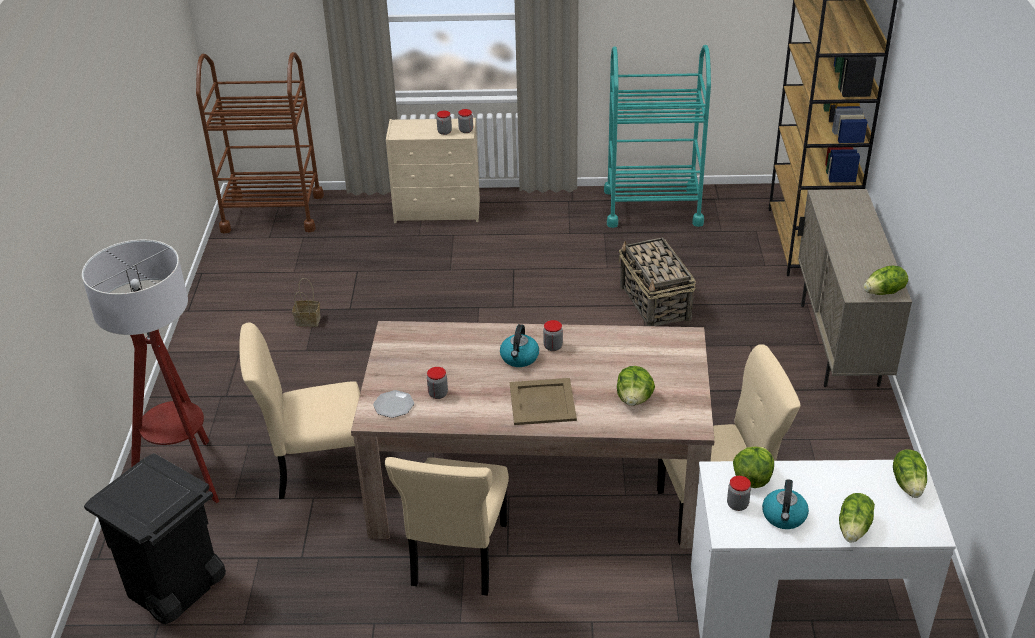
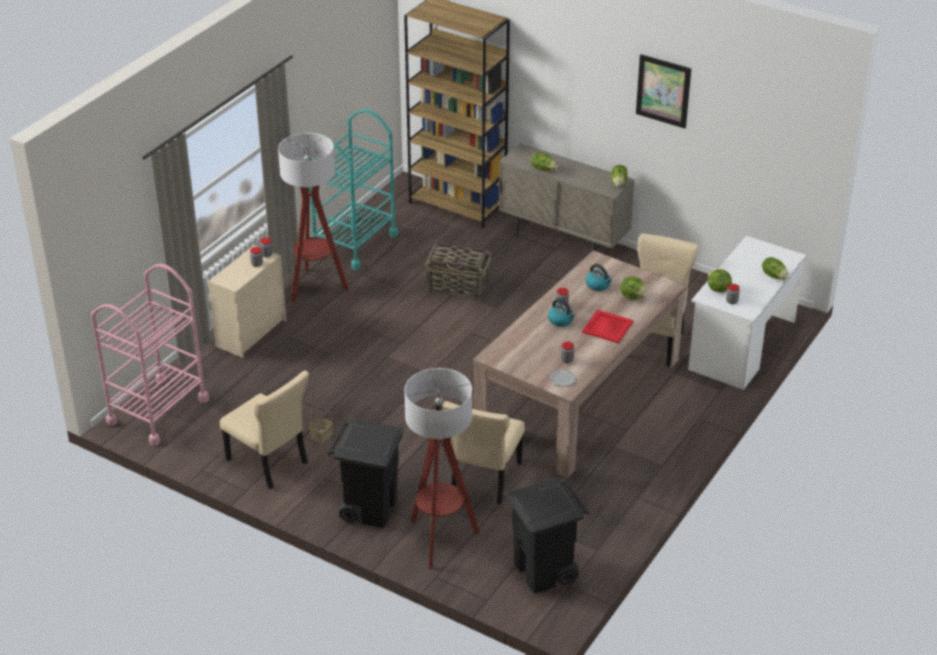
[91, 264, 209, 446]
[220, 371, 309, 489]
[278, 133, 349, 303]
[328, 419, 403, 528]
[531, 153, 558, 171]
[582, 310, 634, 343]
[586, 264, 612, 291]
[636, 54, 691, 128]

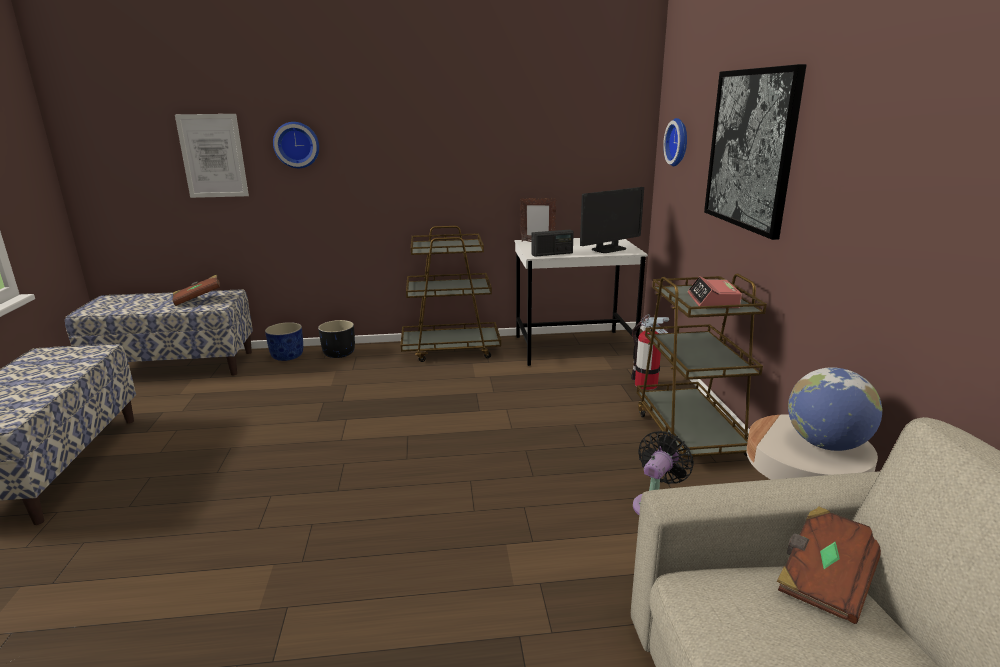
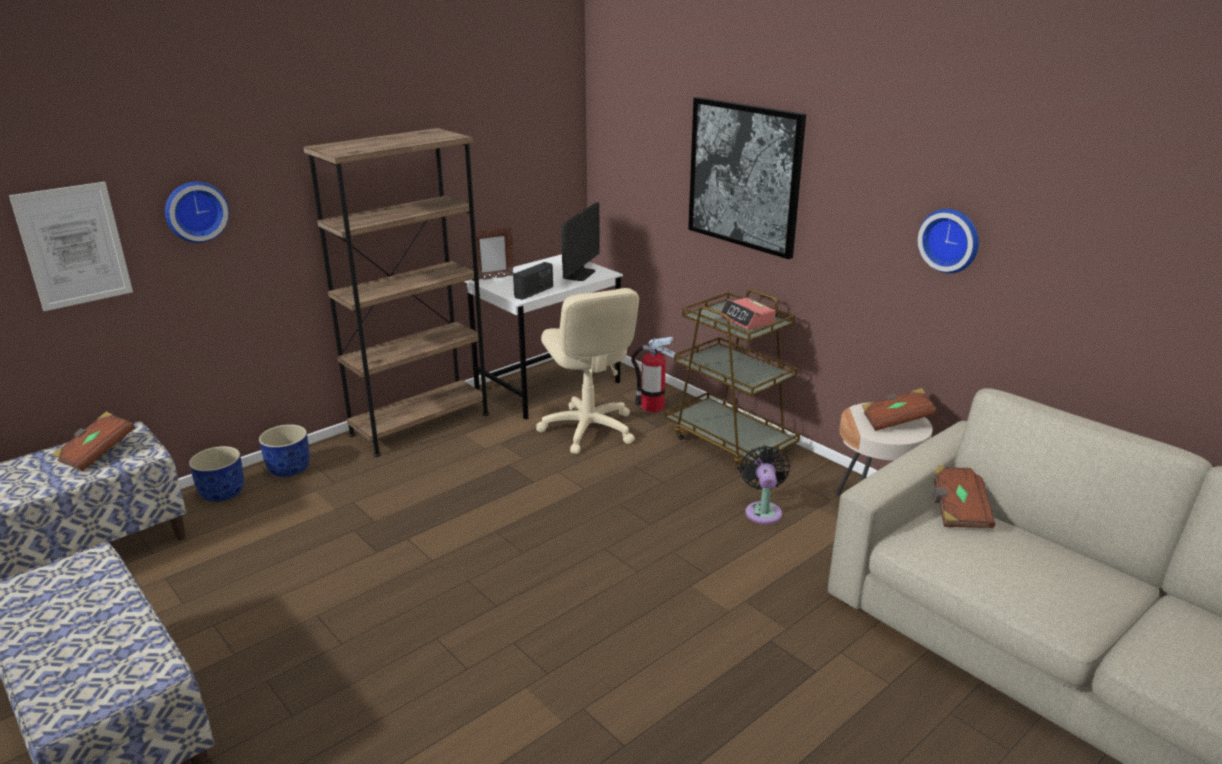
[259, 424, 310, 477]
[303, 128, 489, 457]
[536, 288, 639, 454]
[862, 388, 937, 431]
[918, 209, 979, 273]

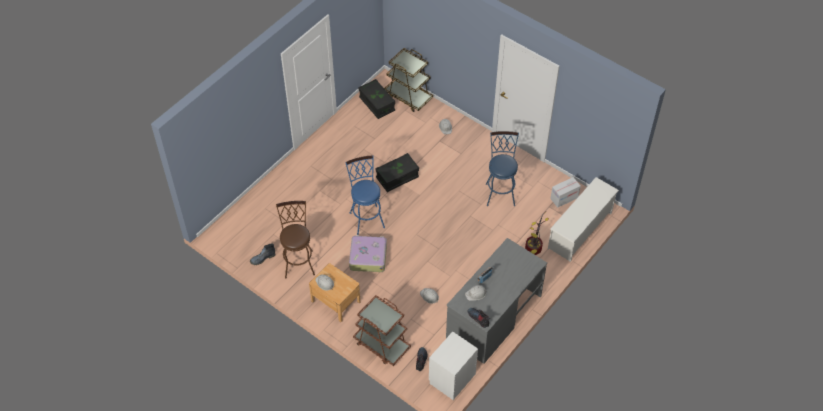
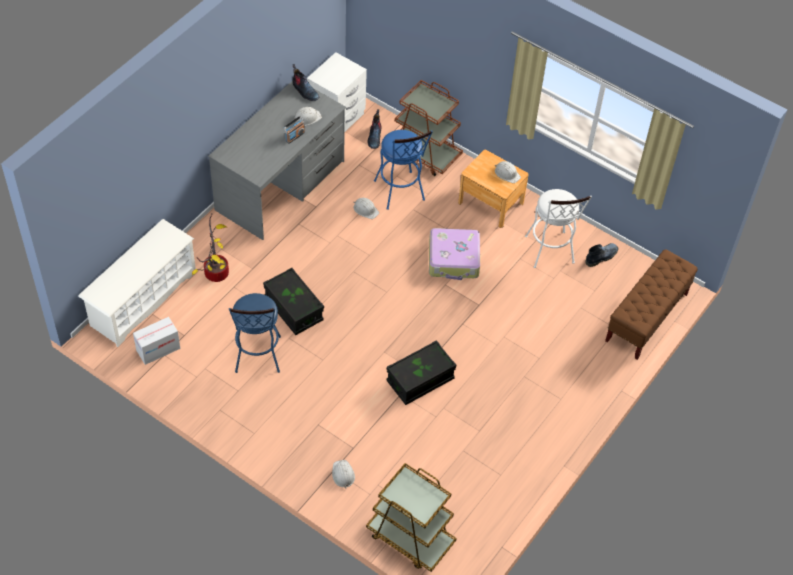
[263, 268, 324, 335]
[374, 130, 433, 210]
[525, 189, 592, 268]
[605, 249, 698, 360]

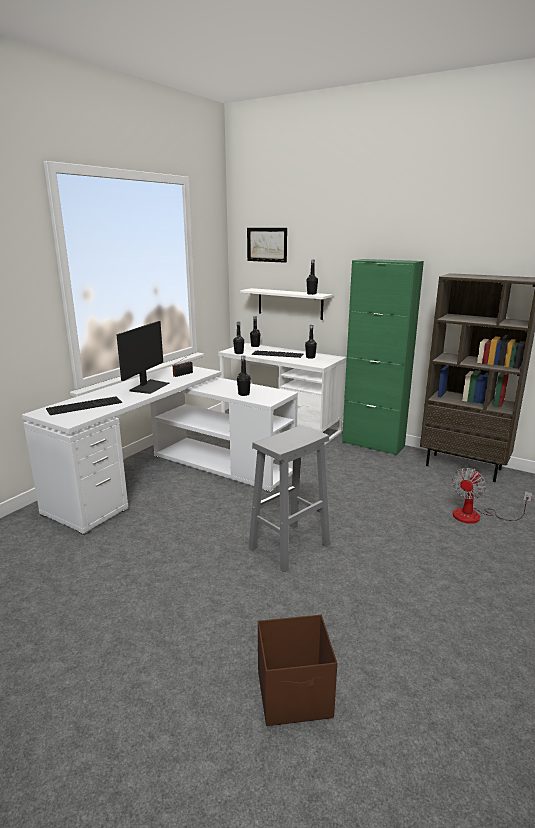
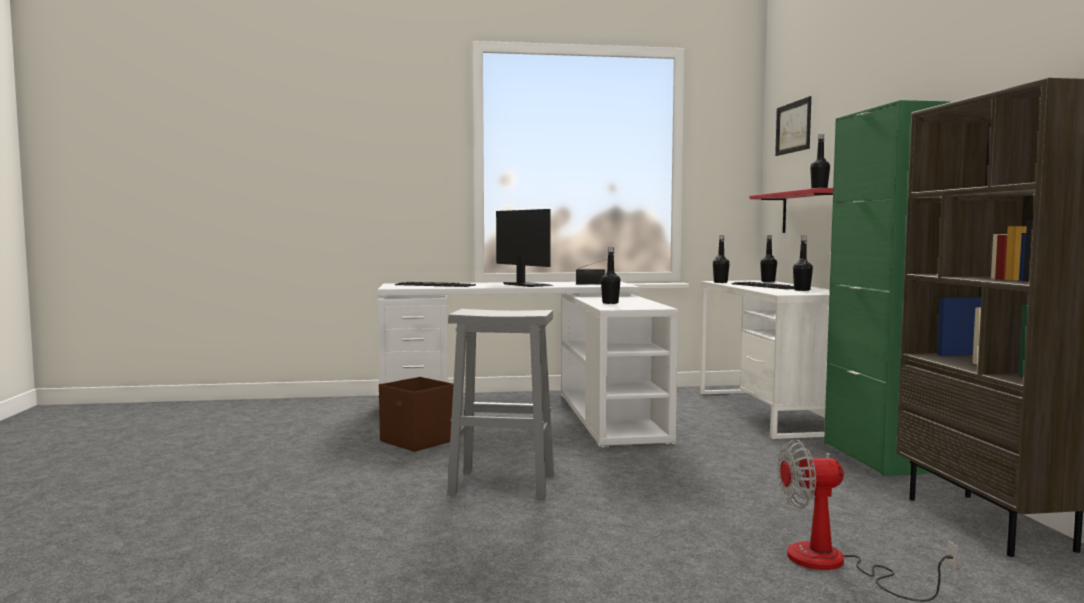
[379, 377, 453, 452]
[496, 209, 554, 287]
[749, 188, 833, 233]

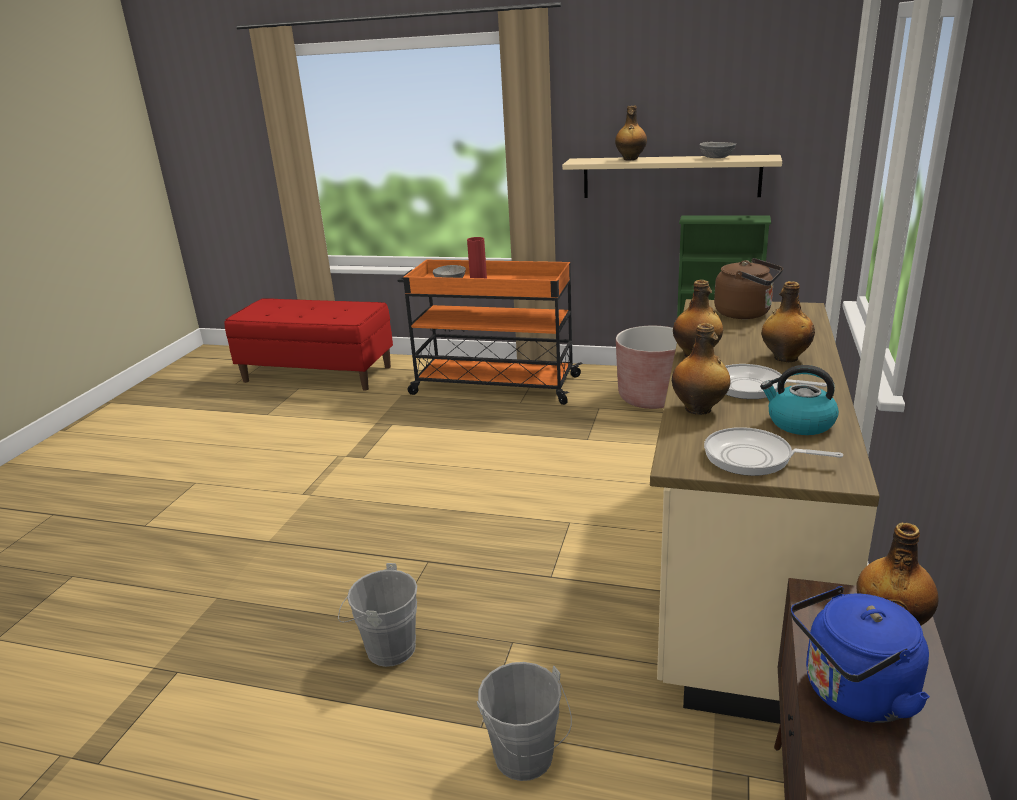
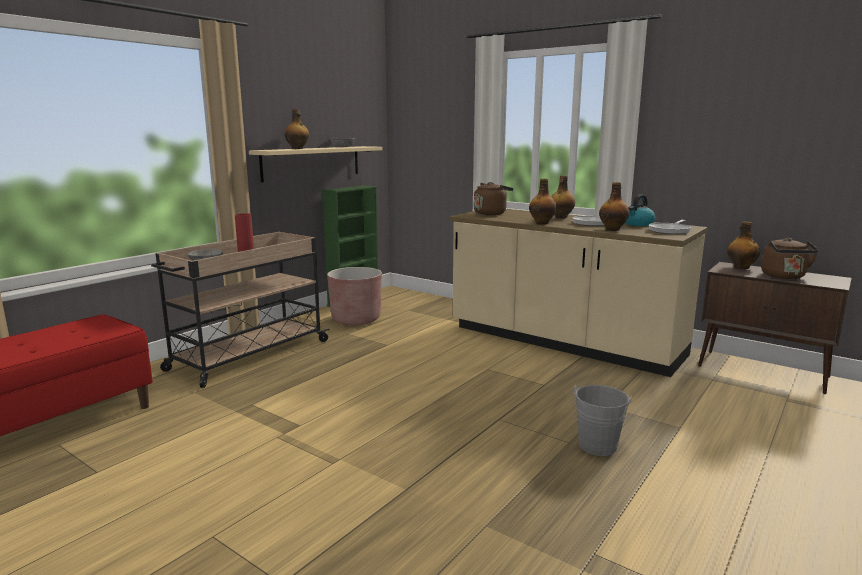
[151, 232, 330, 388]
[761, 238, 818, 279]
[477, 662, 572, 781] (first image)

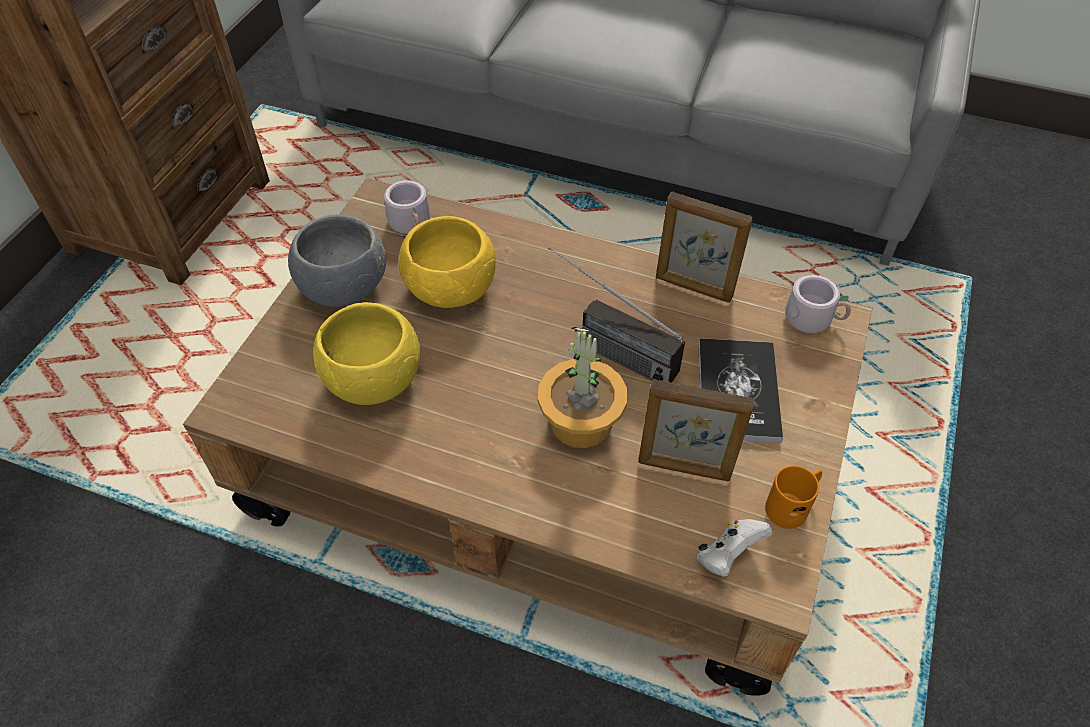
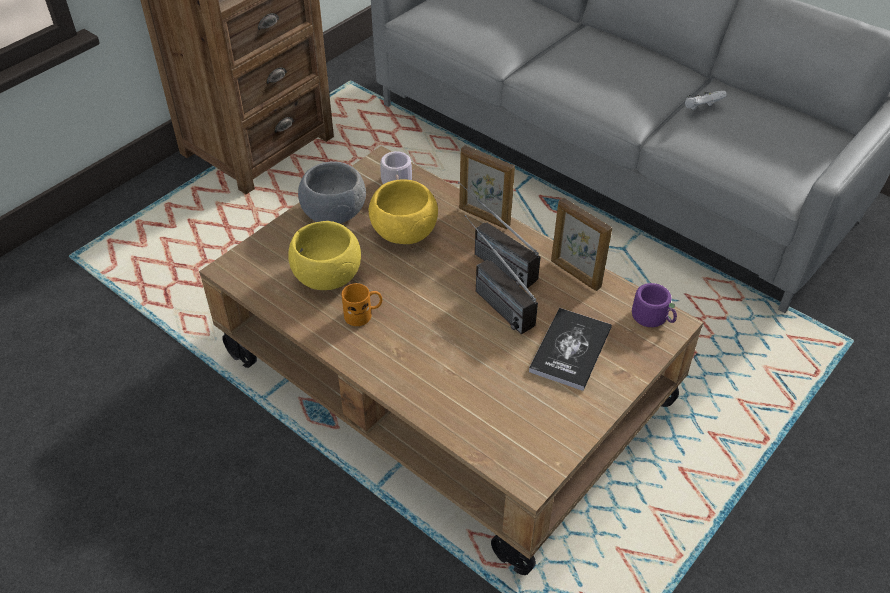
[342, 283, 382, 326]
[458, 182, 540, 288]
[459, 145, 515, 229]
[632, 283, 677, 327]
[685, 91, 727, 110]
[538, 327, 627, 448] (first image)

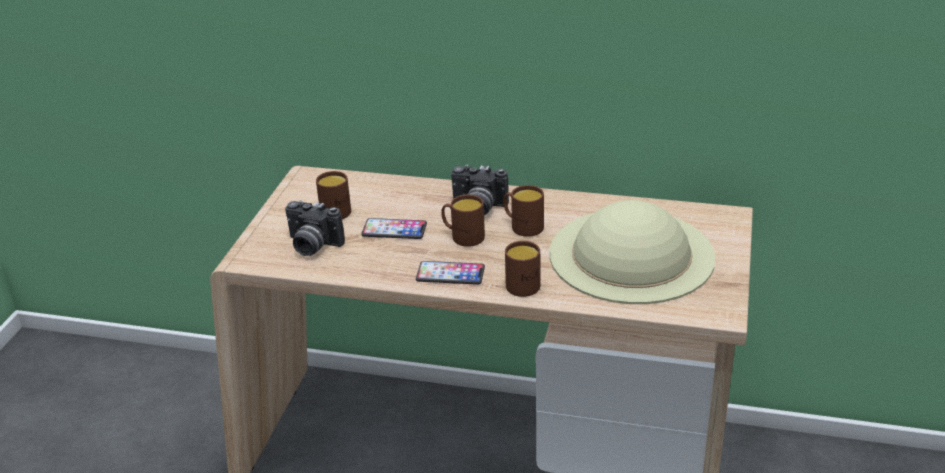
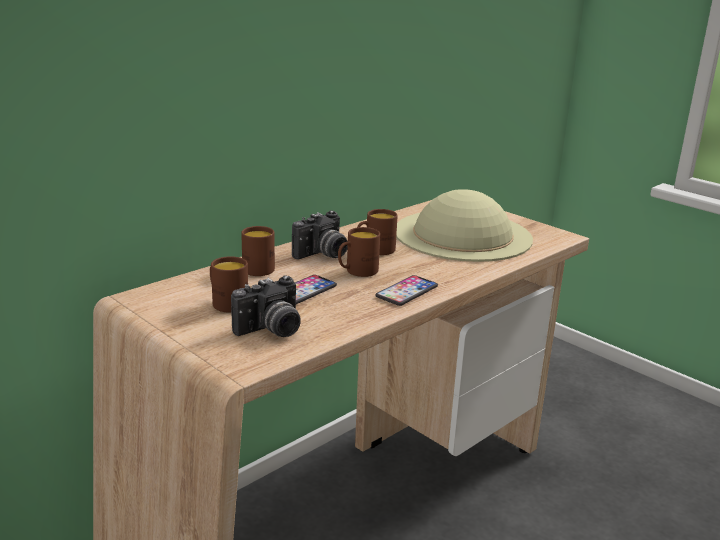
[241, 226, 275, 276]

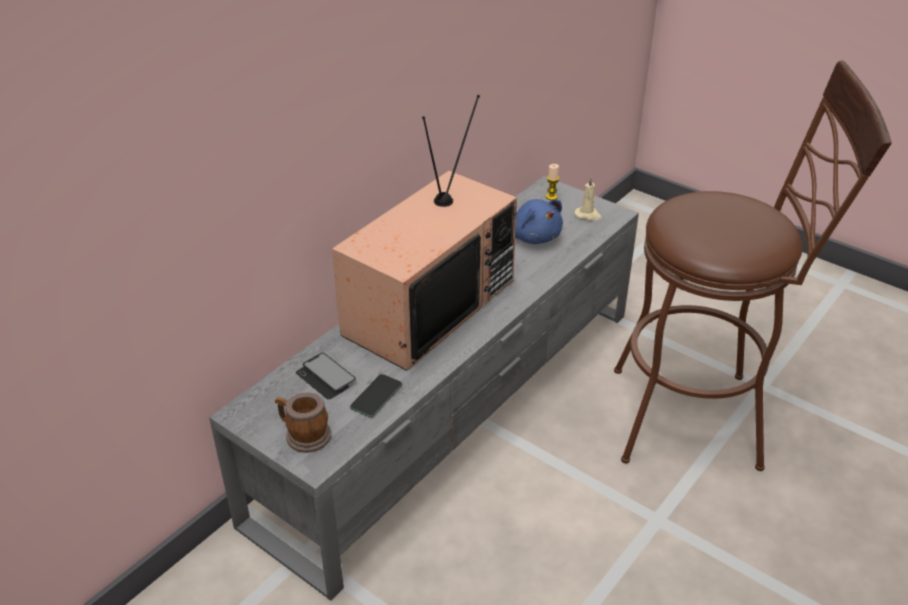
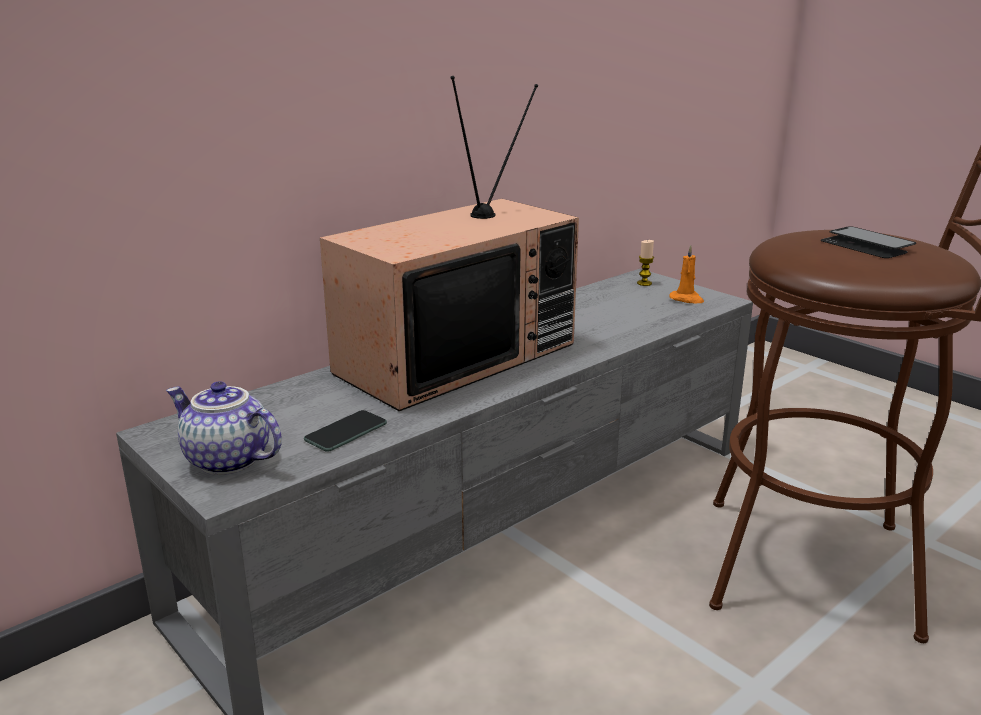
[166, 381, 282, 475]
[669, 245, 704, 304]
[821, 226, 916, 258]
[515, 199, 563, 244] (first image)

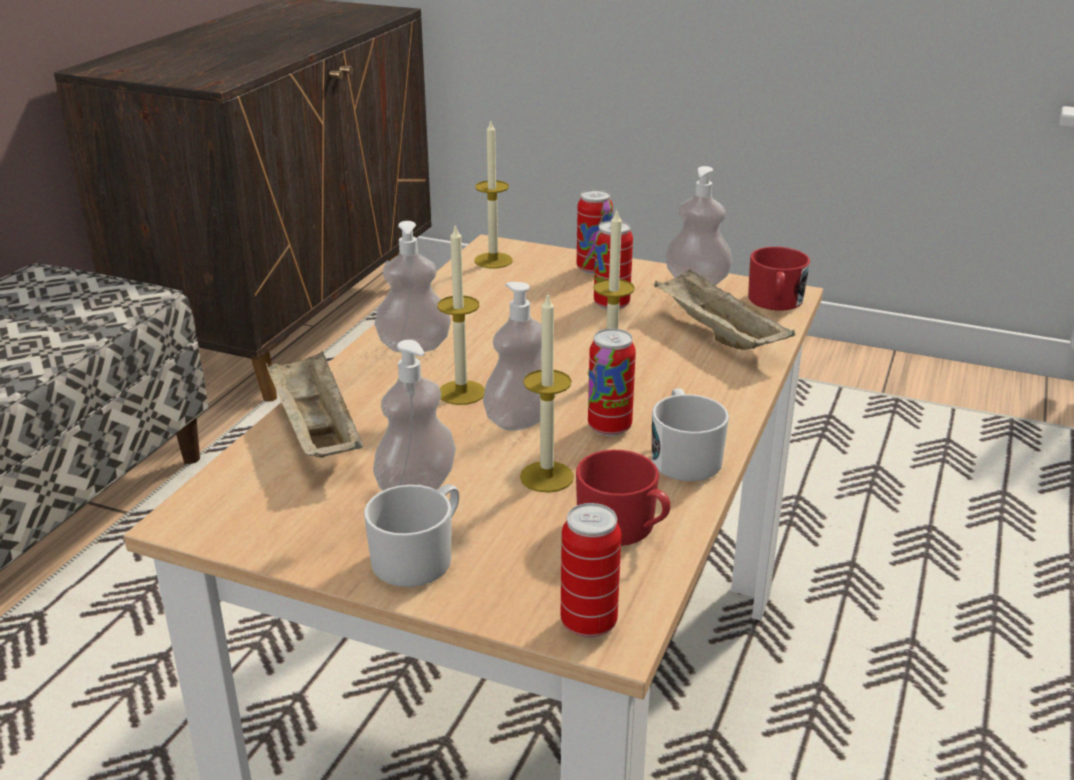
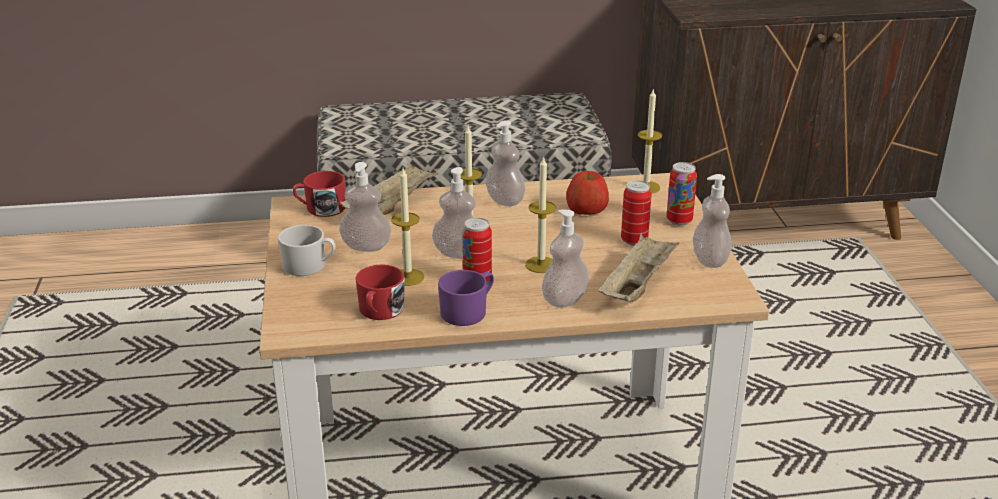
[293, 171, 346, 217]
[438, 270, 494, 326]
[542, 210, 589, 308]
[566, 171, 609, 215]
[561, 503, 621, 638] (first image)

